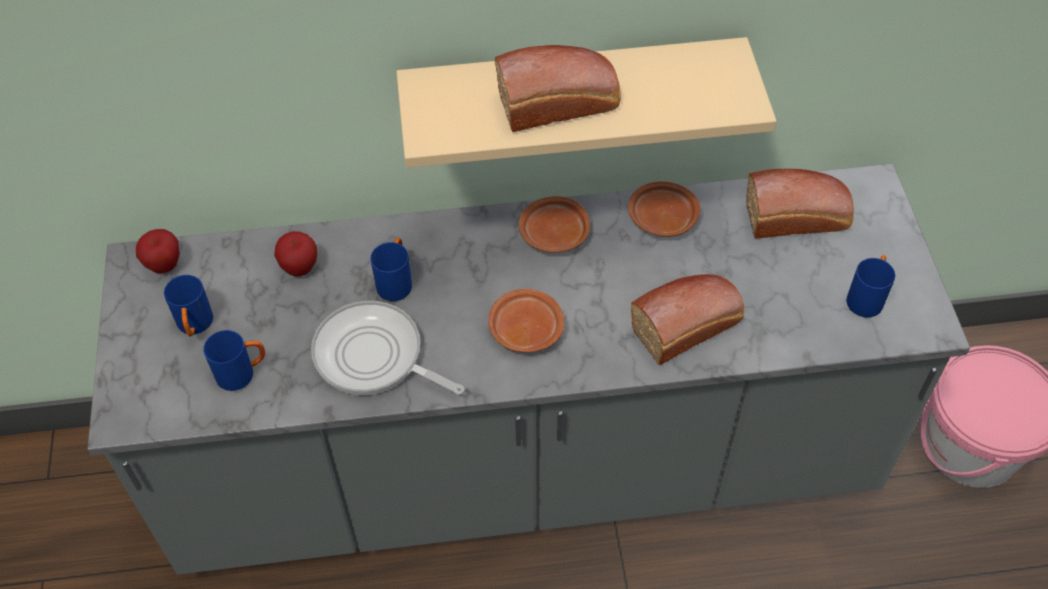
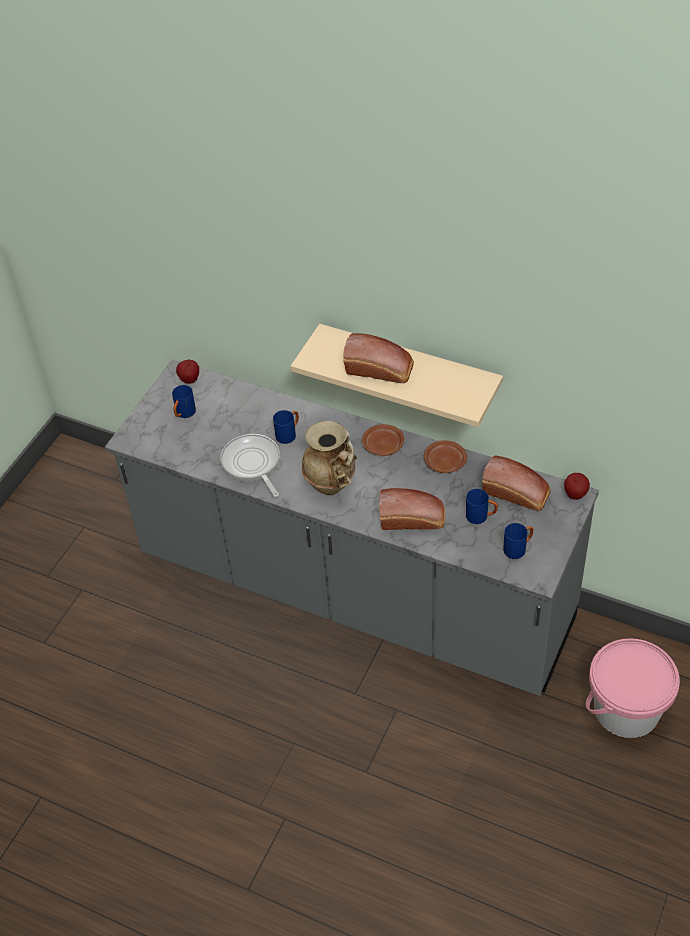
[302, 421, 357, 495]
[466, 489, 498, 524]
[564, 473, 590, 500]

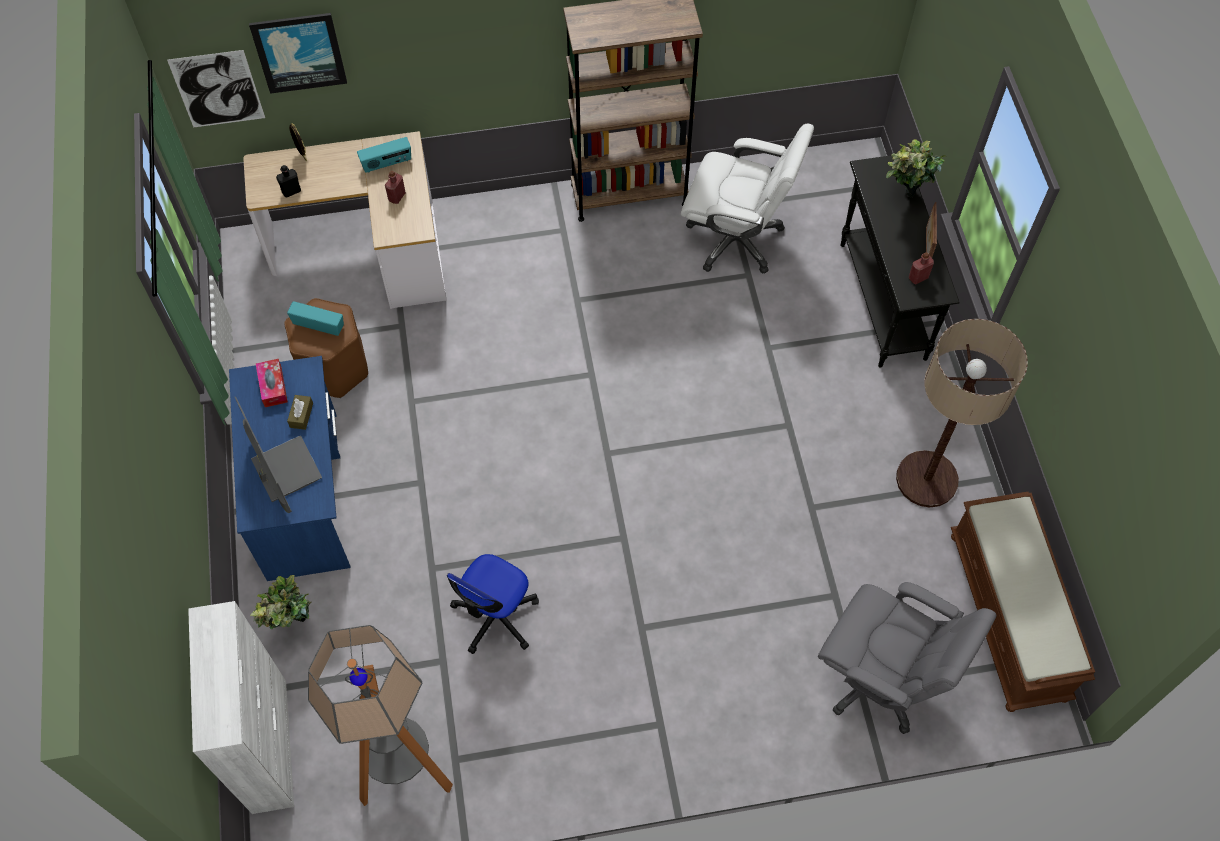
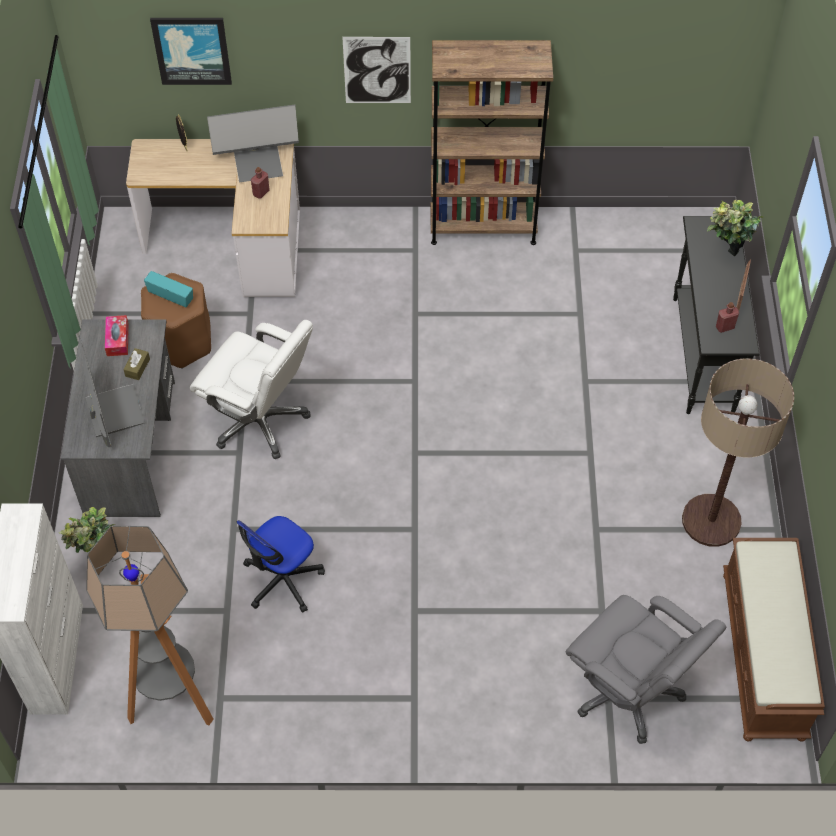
[61, 320, 175, 517]
[190, 320, 313, 459]
[207, 104, 299, 182]
[342, 37, 411, 103]
[276, 165, 301, 198] (first image)

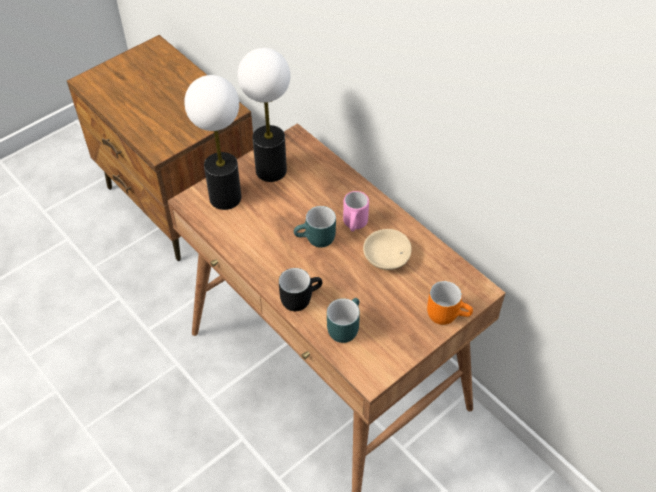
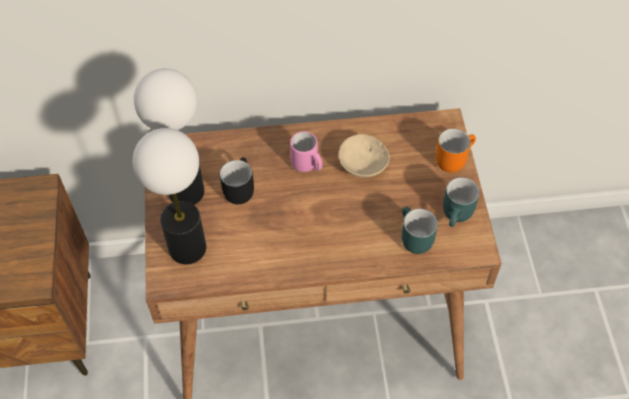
[220, 157, 254, 204]
[443, 177, 480, 227]

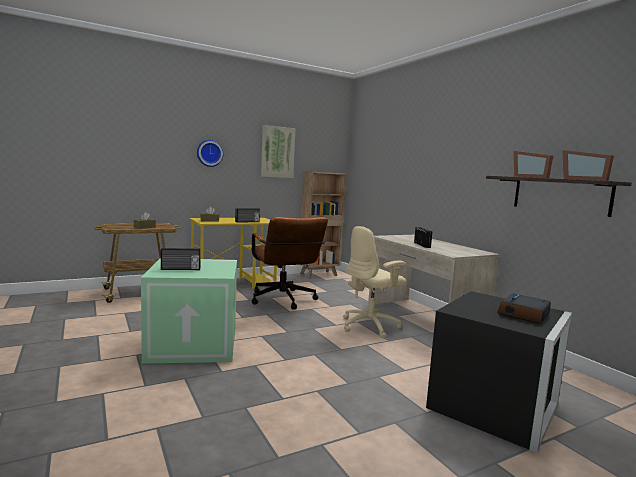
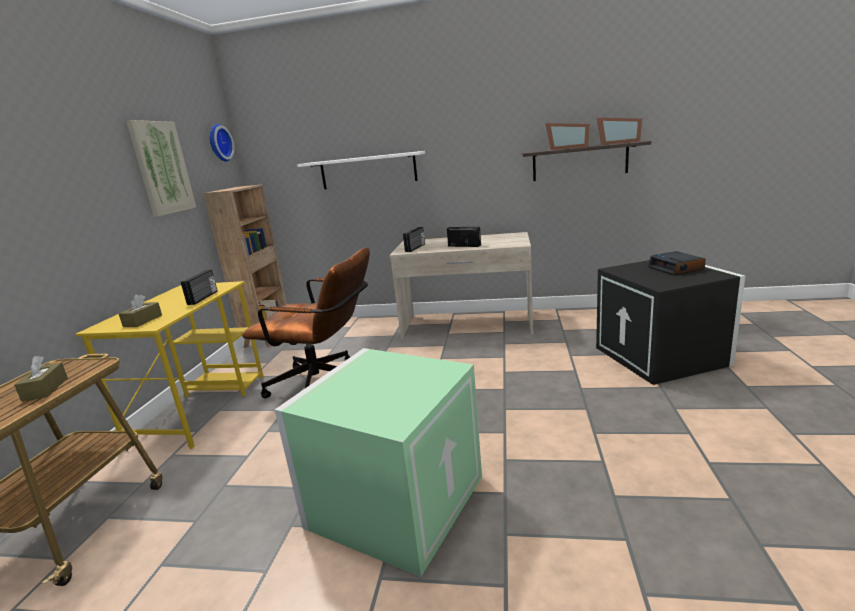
[210, 124, 235, 162]
[297, 151, 425, 189]
[403, 227, 425, 252]
[343, 226, 407, 338] (first image)

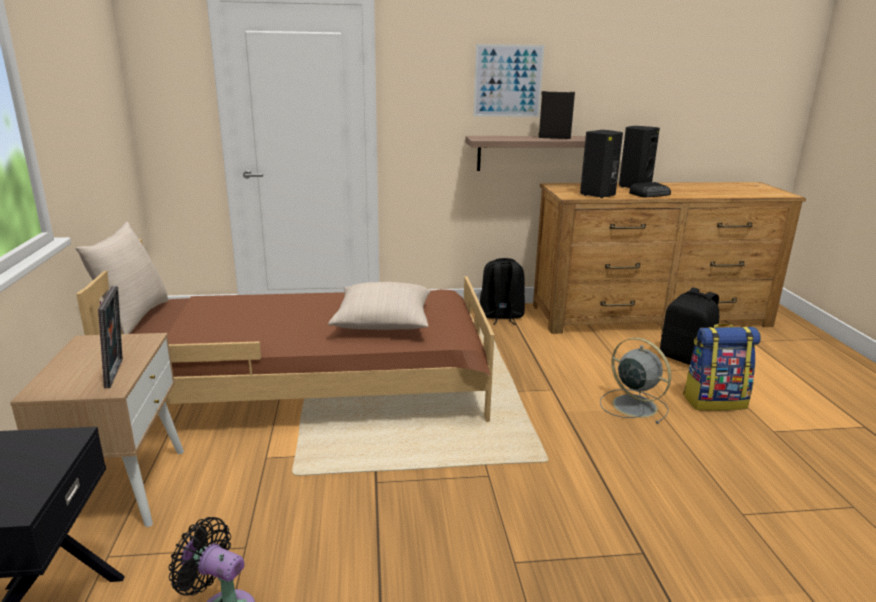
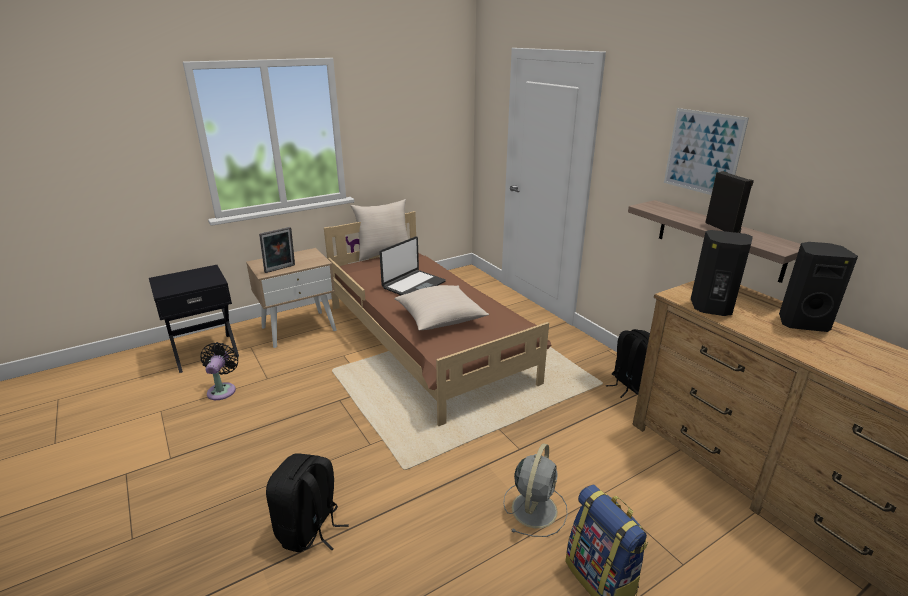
[266, 453, 349, 552]
[379, 237, 446, 295]
[629, 182, 671, 197] (first image)

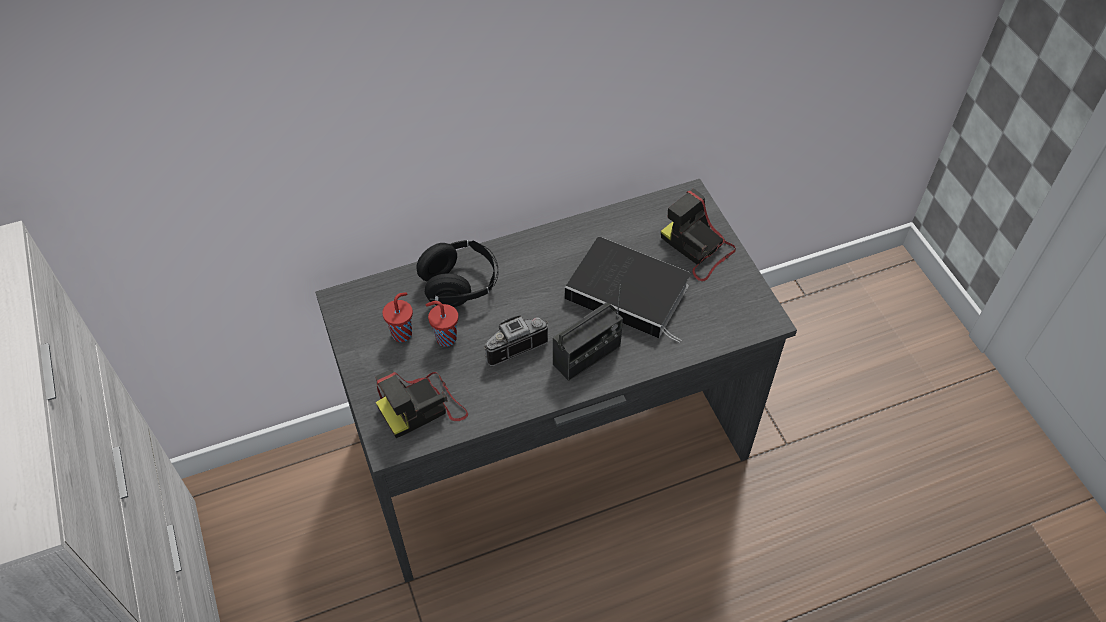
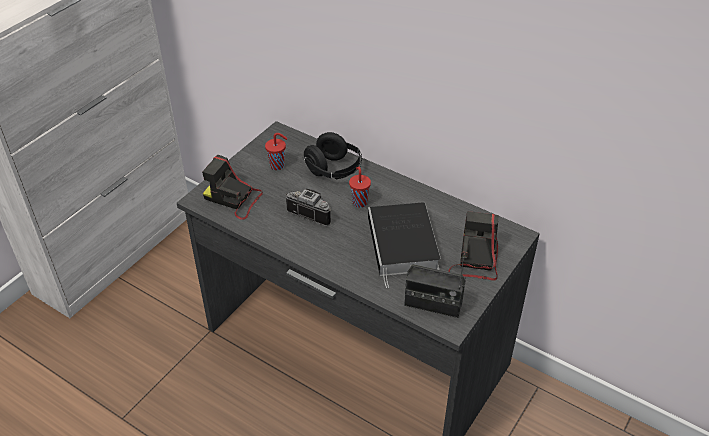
[349, 167, 371, 208]
[404, 257, 466, 318]

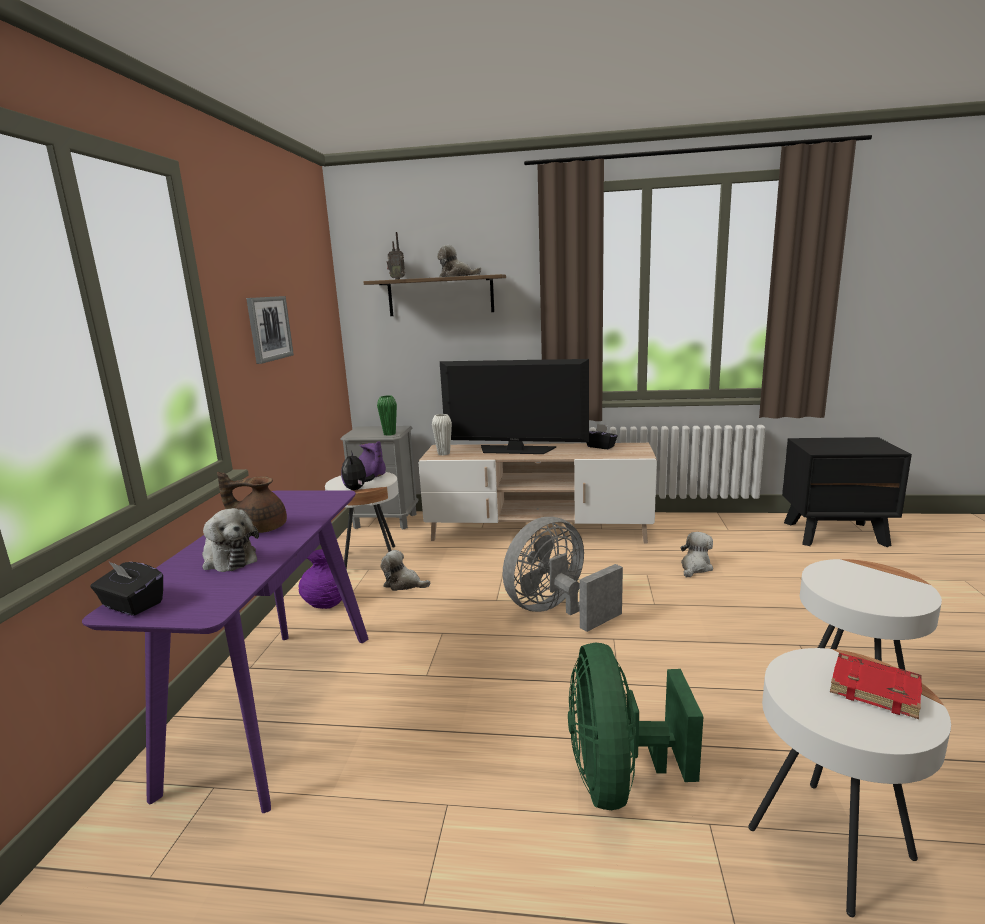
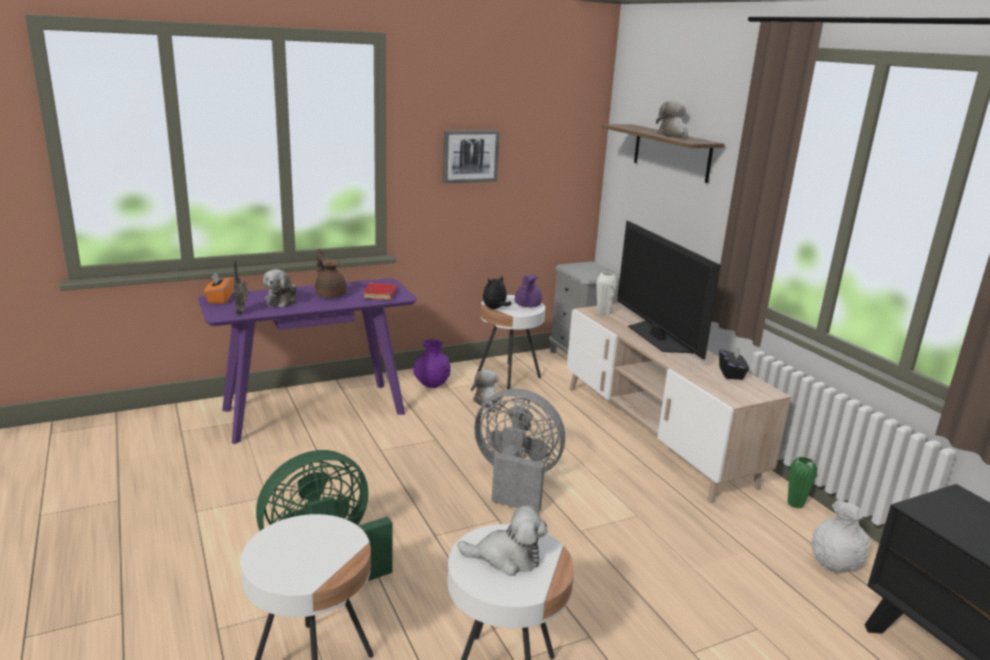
[204, 272, 233, 304]
[234, 260, 248, 314]
[363, 283, 397, 300]
[457, 505, 548, 576]
[788, 457, 817, 508]
[812, 500, 872, 572]

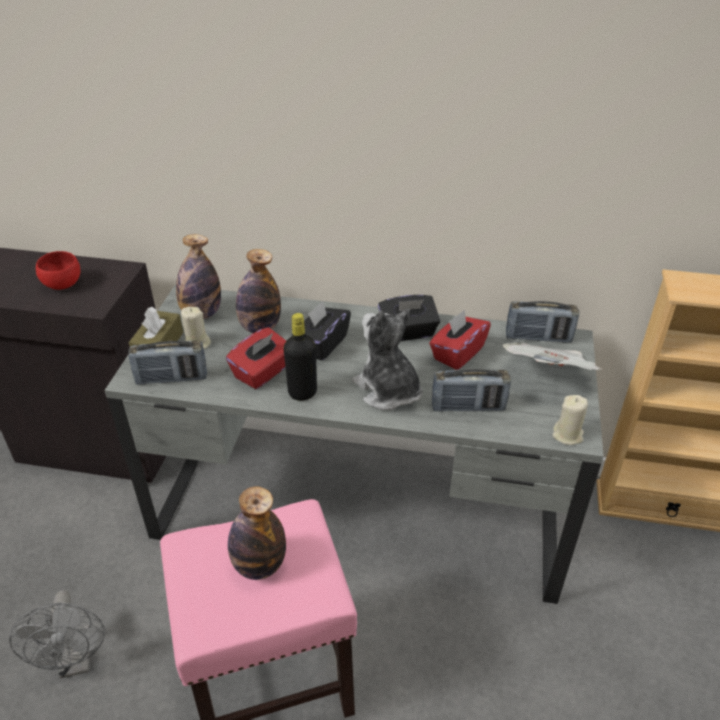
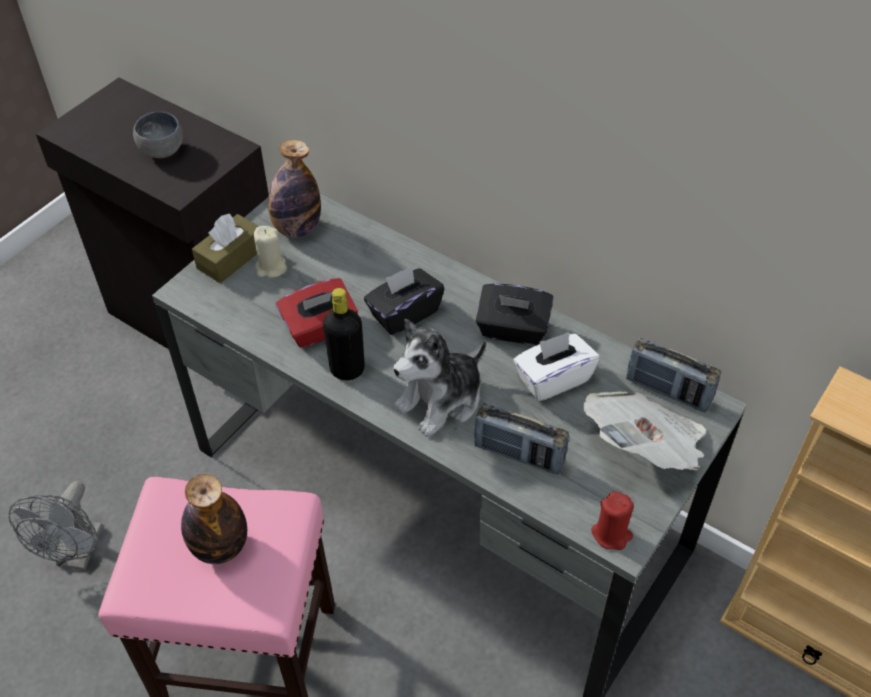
[133, 112, 183, 158]
[393, 319, 487, 437]
[513, 332, 600, 401]
[591, 492, 634, 550]
[128, 340, 207, 385] (first image)
[236, 249, 281, 333] (first image)

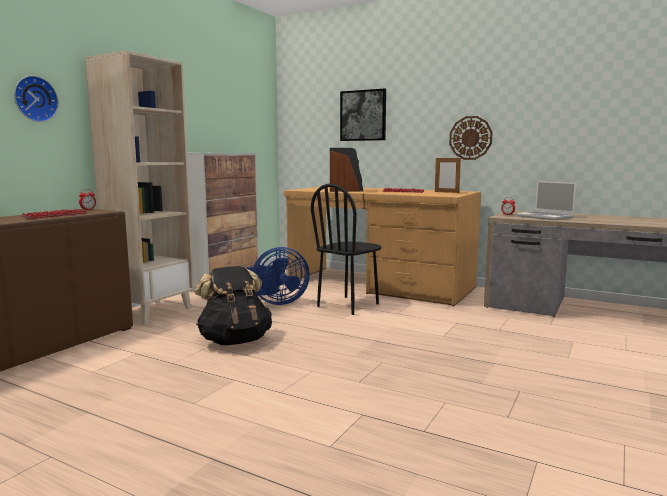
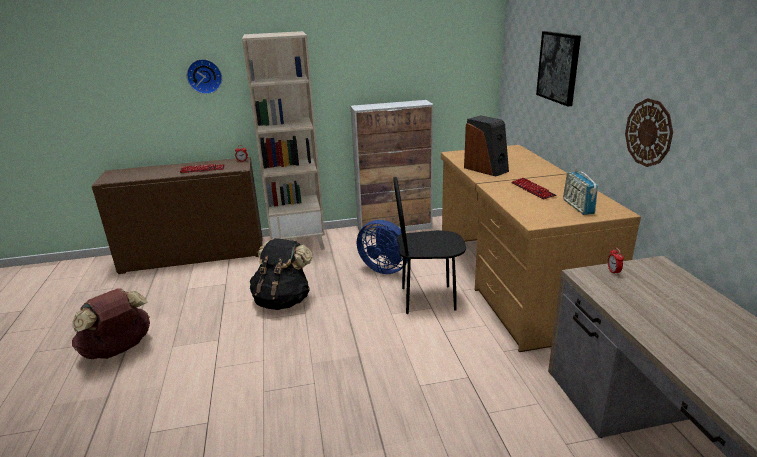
[72, 289, 150, 359]
[563, 167, 598, 215]
[516, 181, 576, 220] (first image)

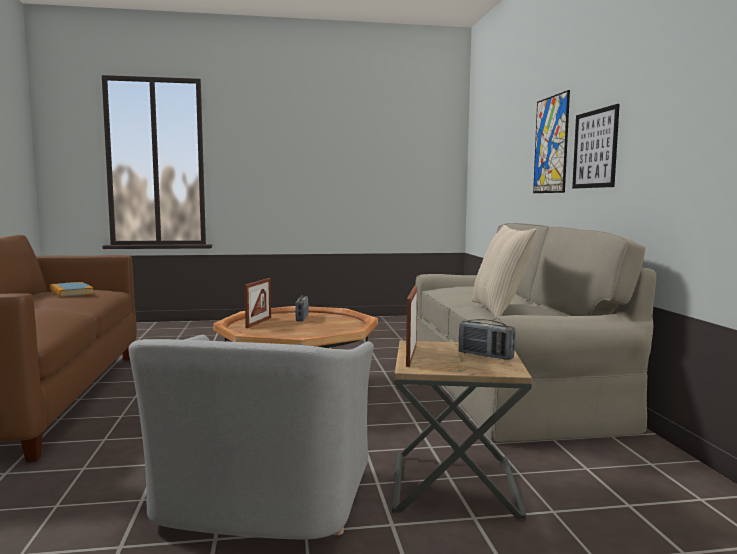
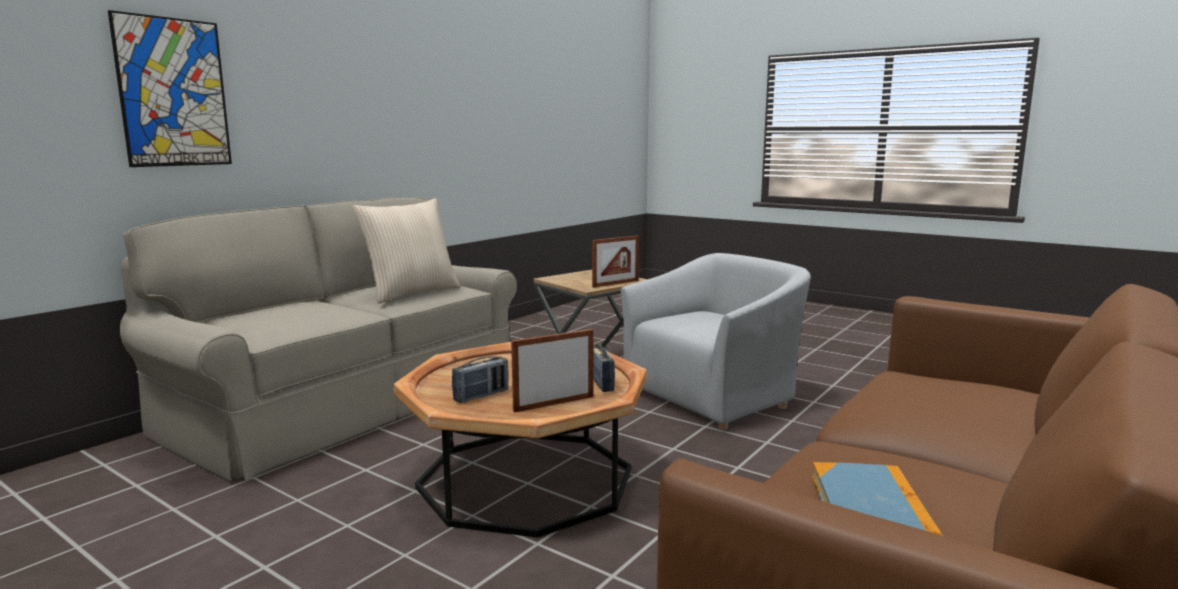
[593, 344, 615, 392]
[572, 104, 620, 189] (first image)

